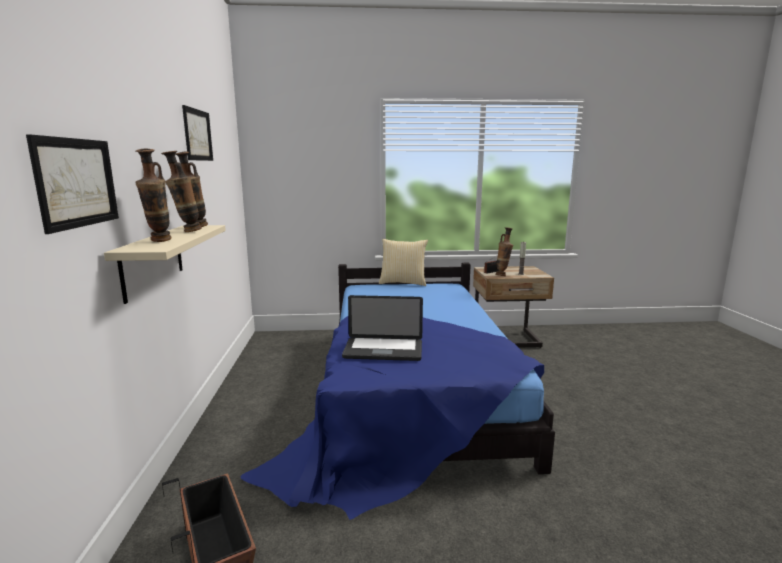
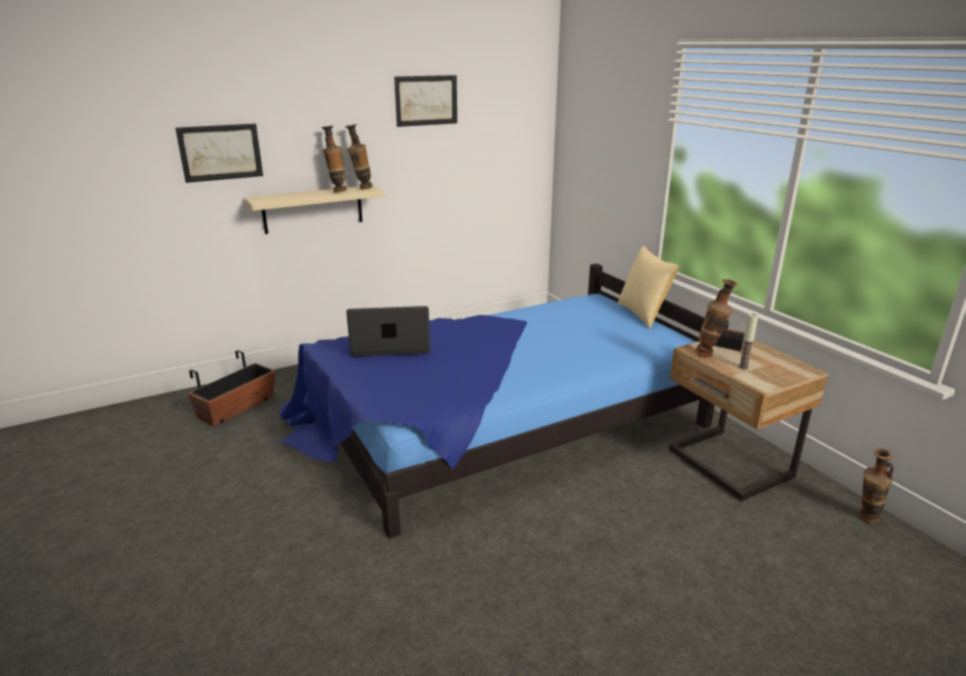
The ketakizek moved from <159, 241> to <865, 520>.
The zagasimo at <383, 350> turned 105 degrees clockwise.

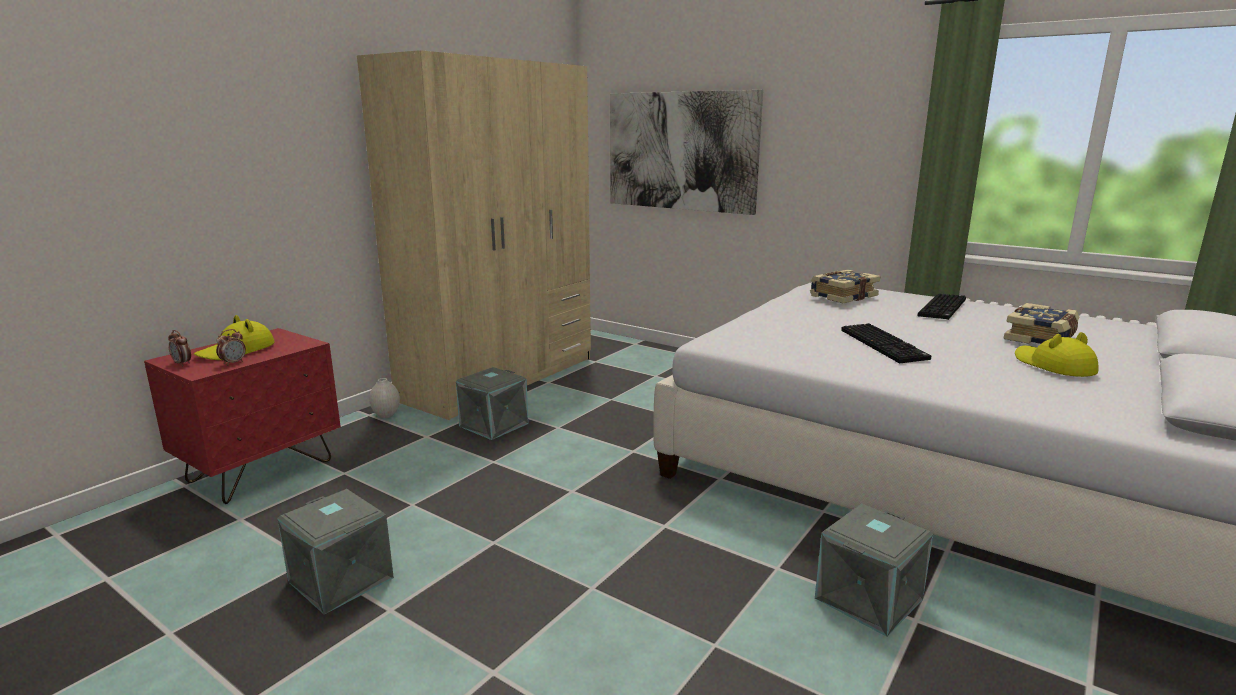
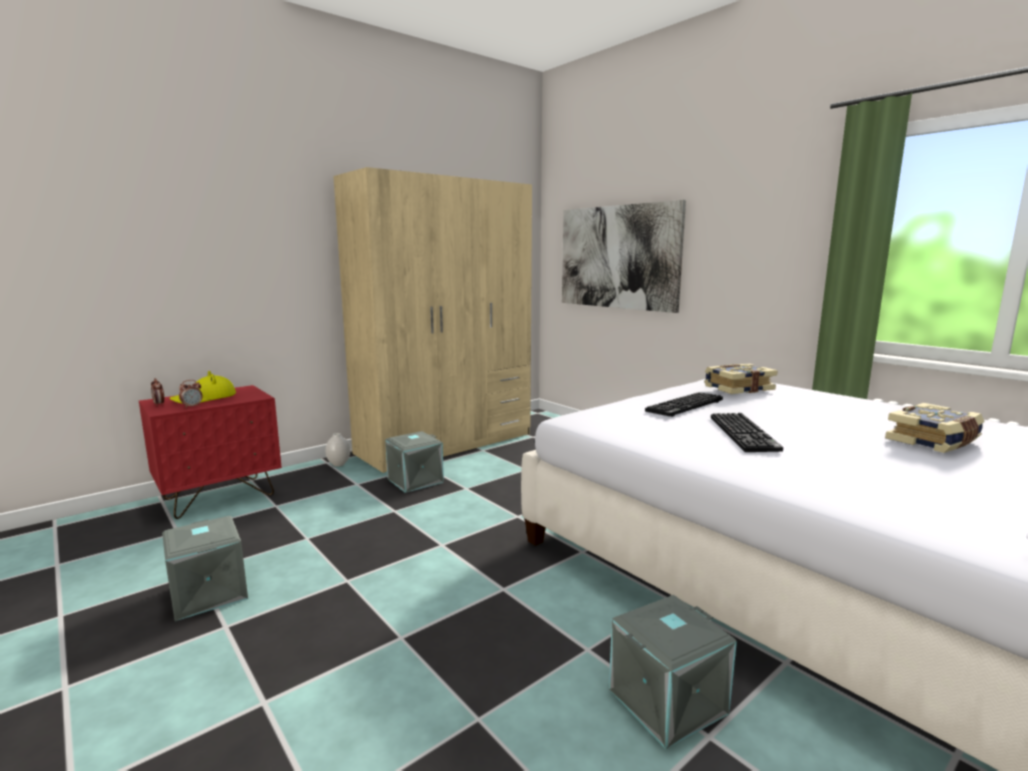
The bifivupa moved from <943, 308> to <685, 406>.
The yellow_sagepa at <1053, 366> disappeared.

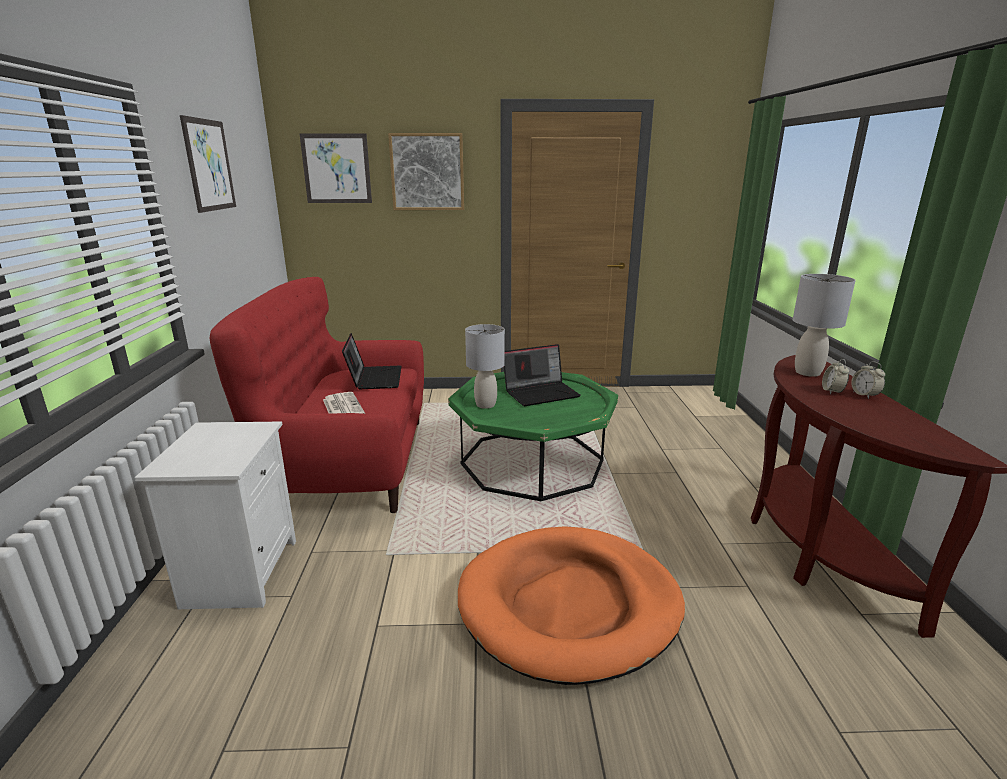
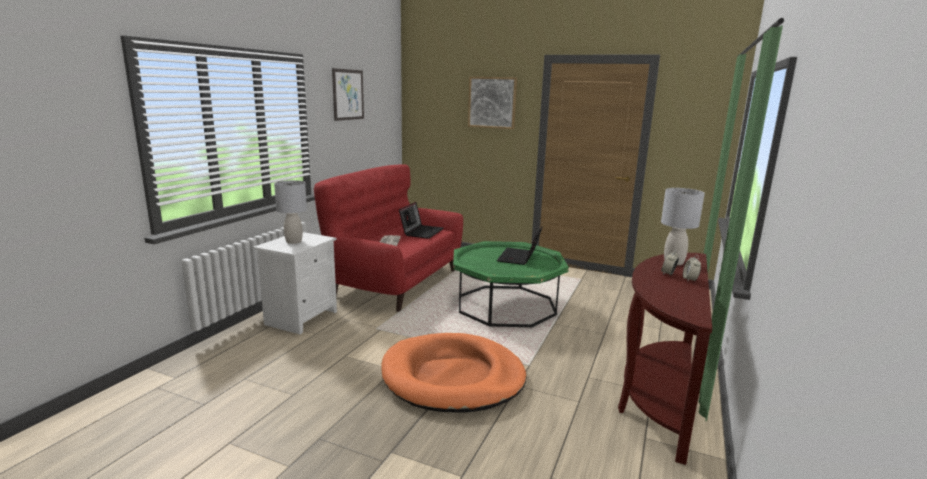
The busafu at <336, 168> disappeared.
The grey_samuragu moved from <485, 405> to <293, 241>.
The zagasimo at <541, 393> turned 105 degrees clockwise.

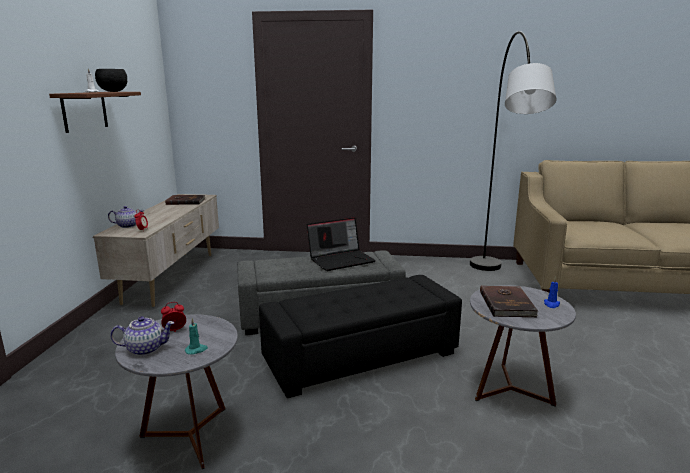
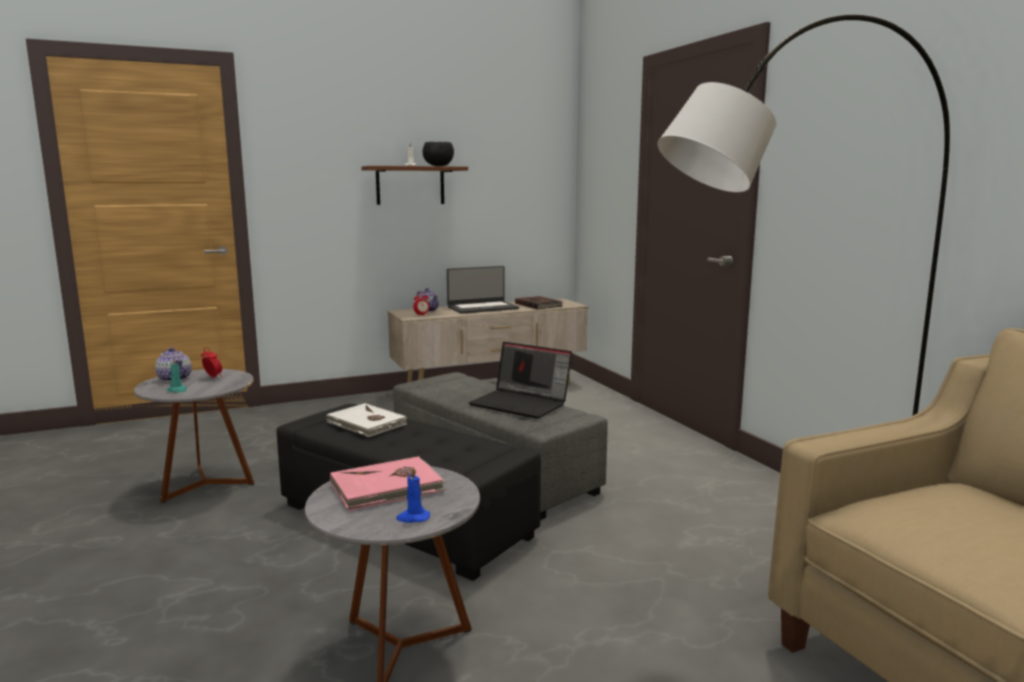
The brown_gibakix at <507, 303> became the pink_gibakix at <388, 488>.
The white_gibakix at <366, 424> appeared.
The zagasimo at <482, 308> appeared.

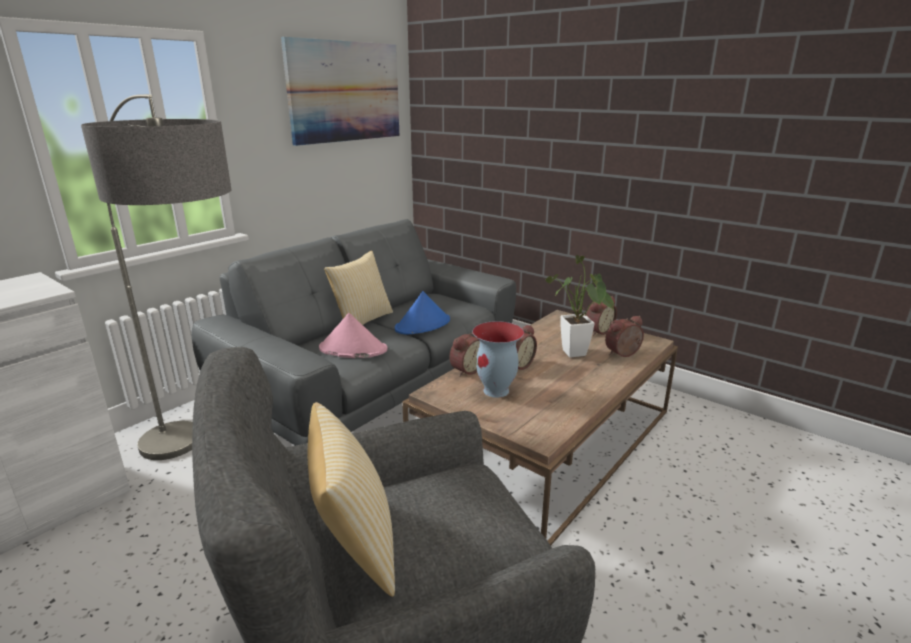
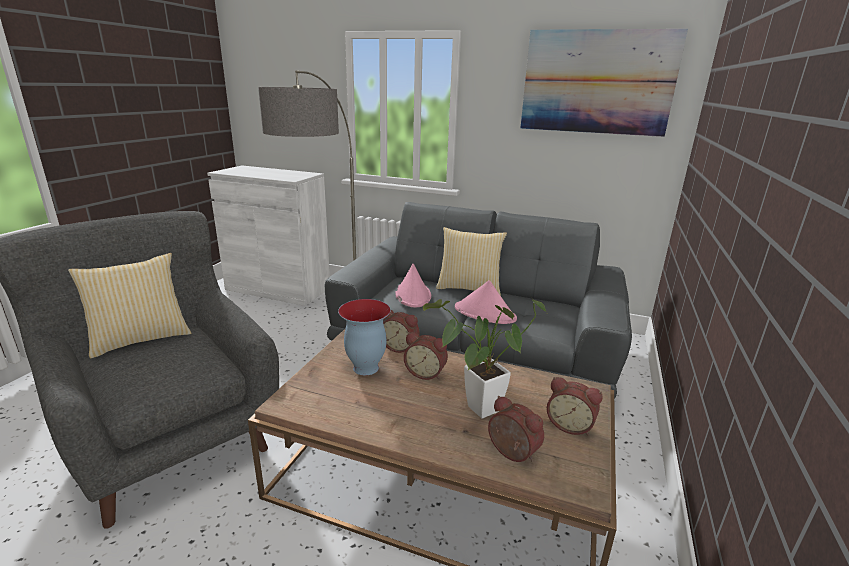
The blue_sagepa at <423, 325> became the pink_sagepa at <485, 313>.

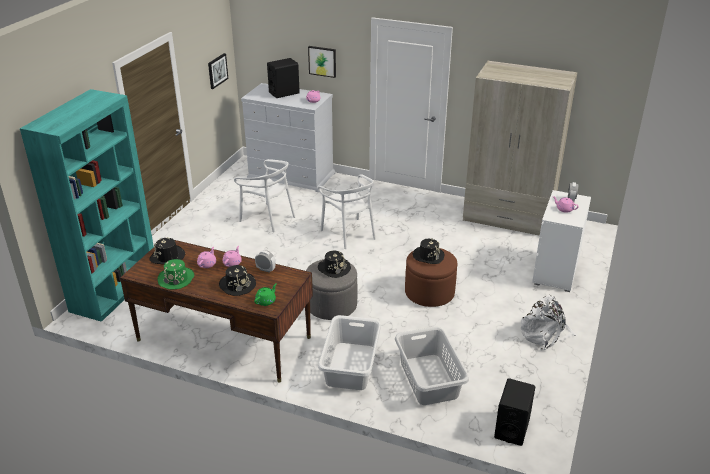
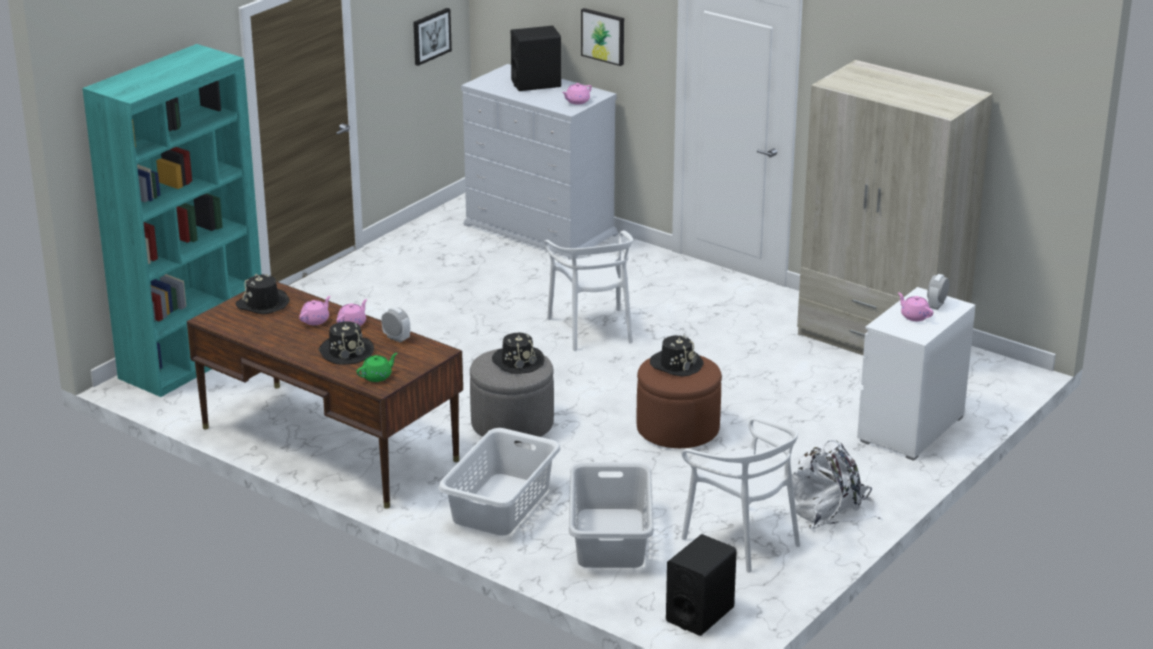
The green_sagepa at <176, 279> disappeared.
The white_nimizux moved from <268, 218> to <742, 540>.

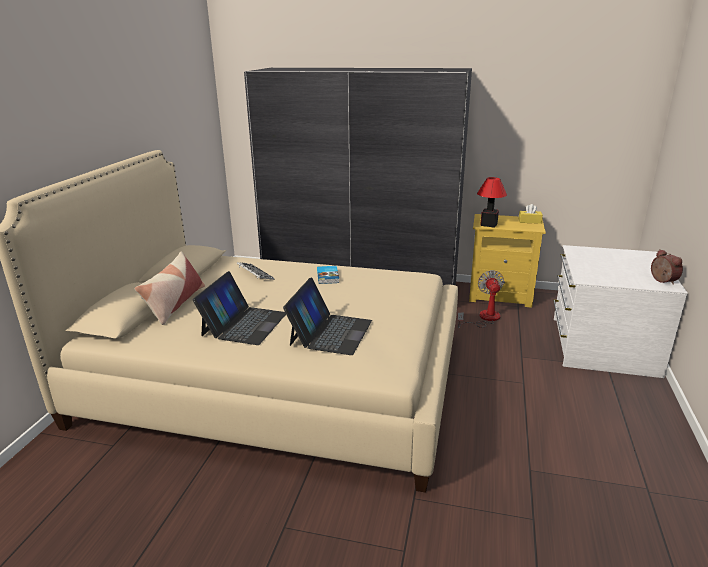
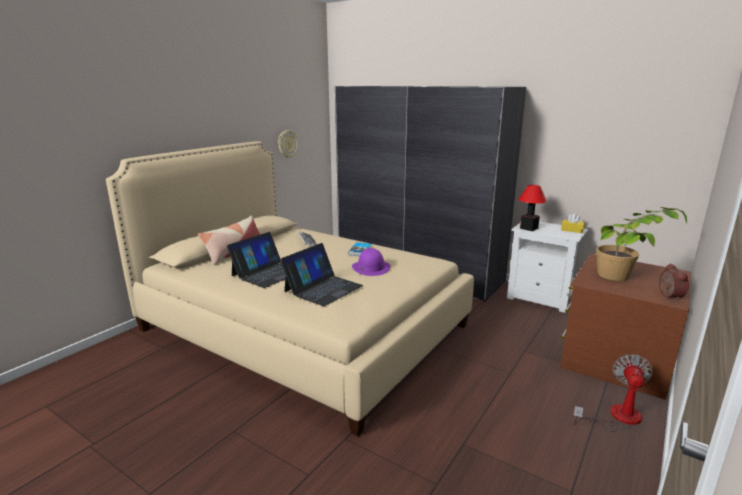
The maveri moved from <484, 318> to <617, 417>.
The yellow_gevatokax at <500, 295> became the white_gevatokax at <541, 298>.
The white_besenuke at <601, 345> became the brown_besenuke at <615, 357>.
The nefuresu at <287, 144> appeared.
The purple_sagepa at <371, 267> appeared.
The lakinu at <629, 276> appeared.

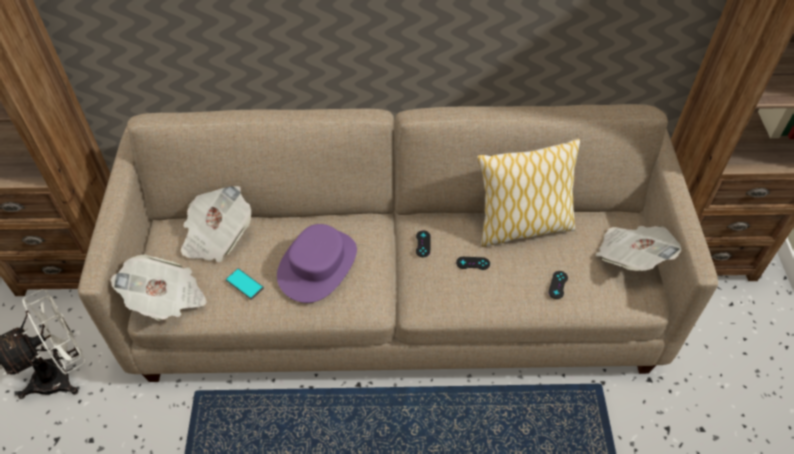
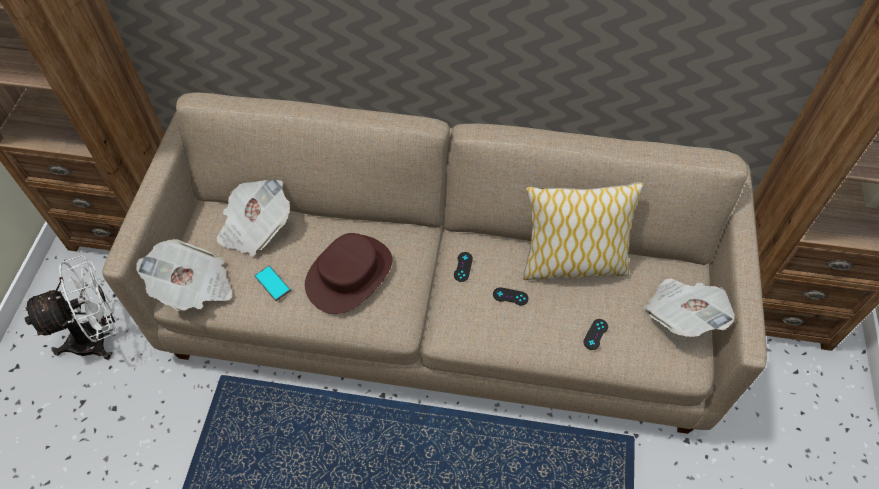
The purple_sagepa at <318, 265> became the brown_sagepa at <349, 275>.

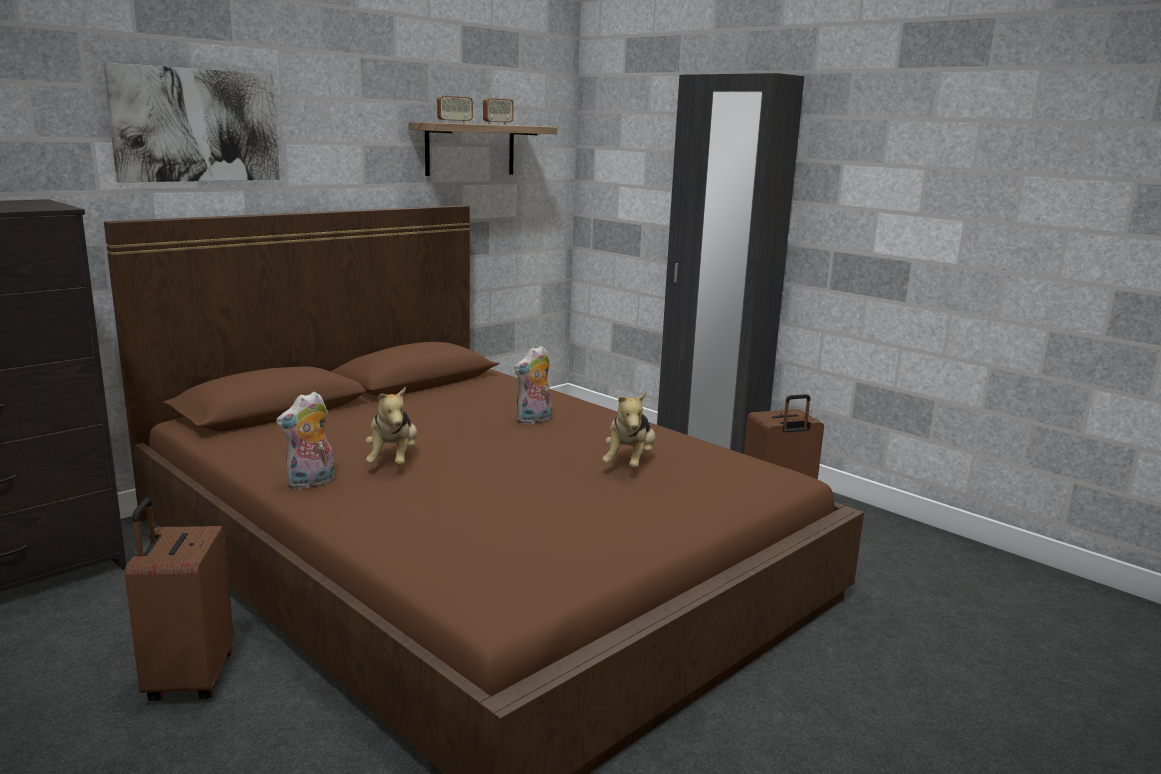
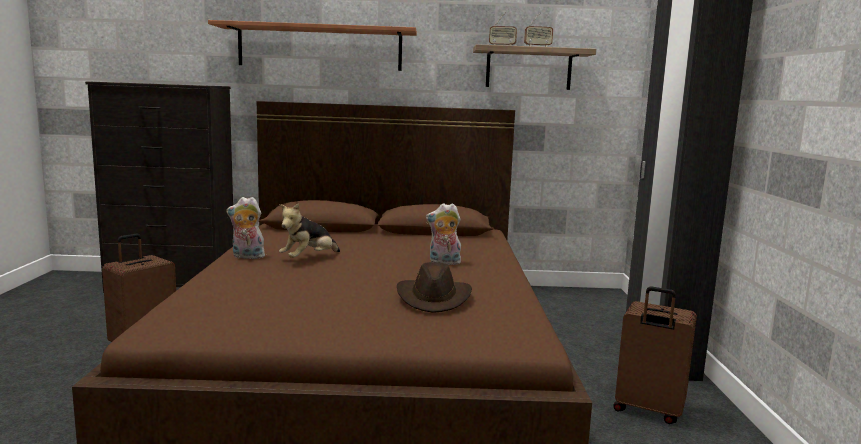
The busafu at <196, 125> was replaced by the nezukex at <320, 48>.
The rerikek at <630, 463> was replaced by the brown_sagepa at <434, 298>.

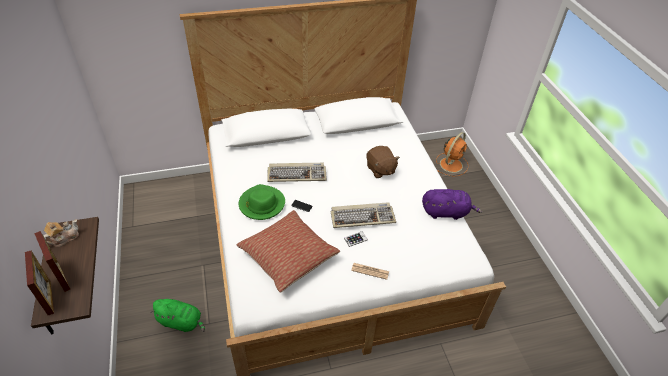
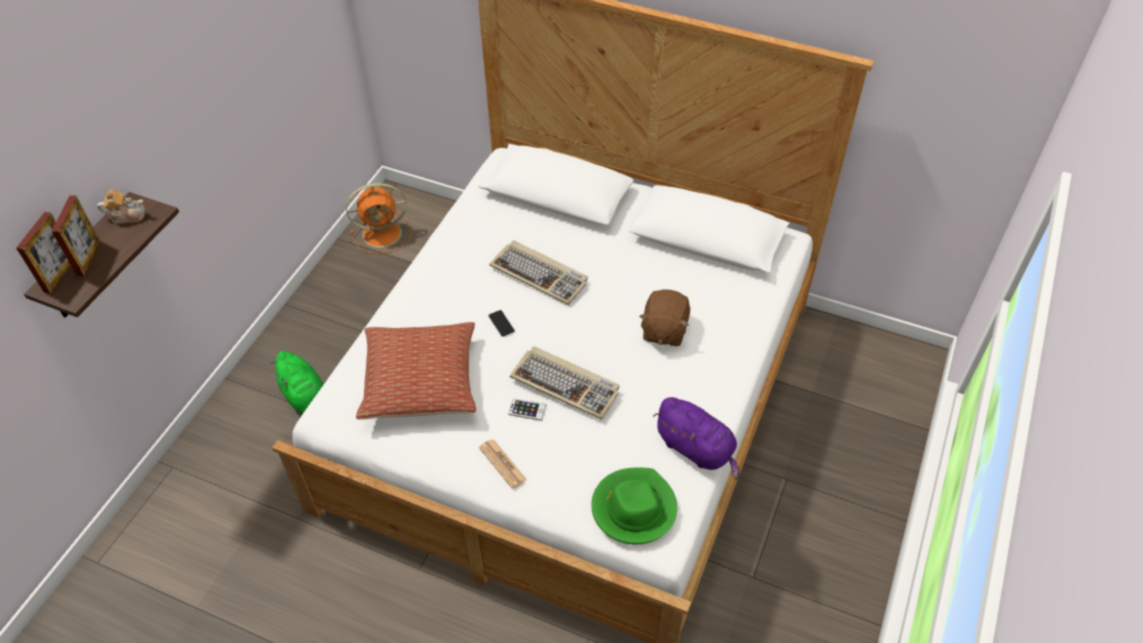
The green_sagepa moved from <261, 204> to <633, 508>.
The orange_maveri moved from <451, 164> to <384, 233>.

